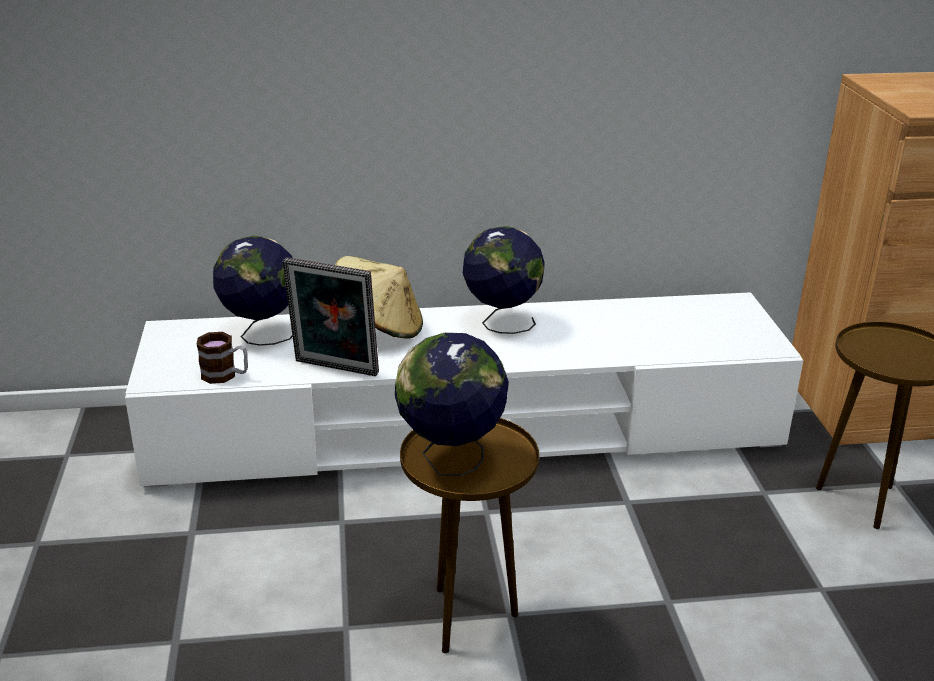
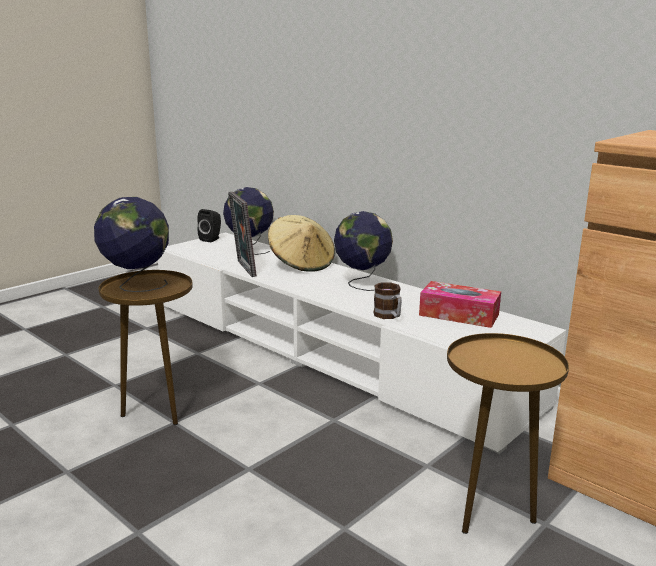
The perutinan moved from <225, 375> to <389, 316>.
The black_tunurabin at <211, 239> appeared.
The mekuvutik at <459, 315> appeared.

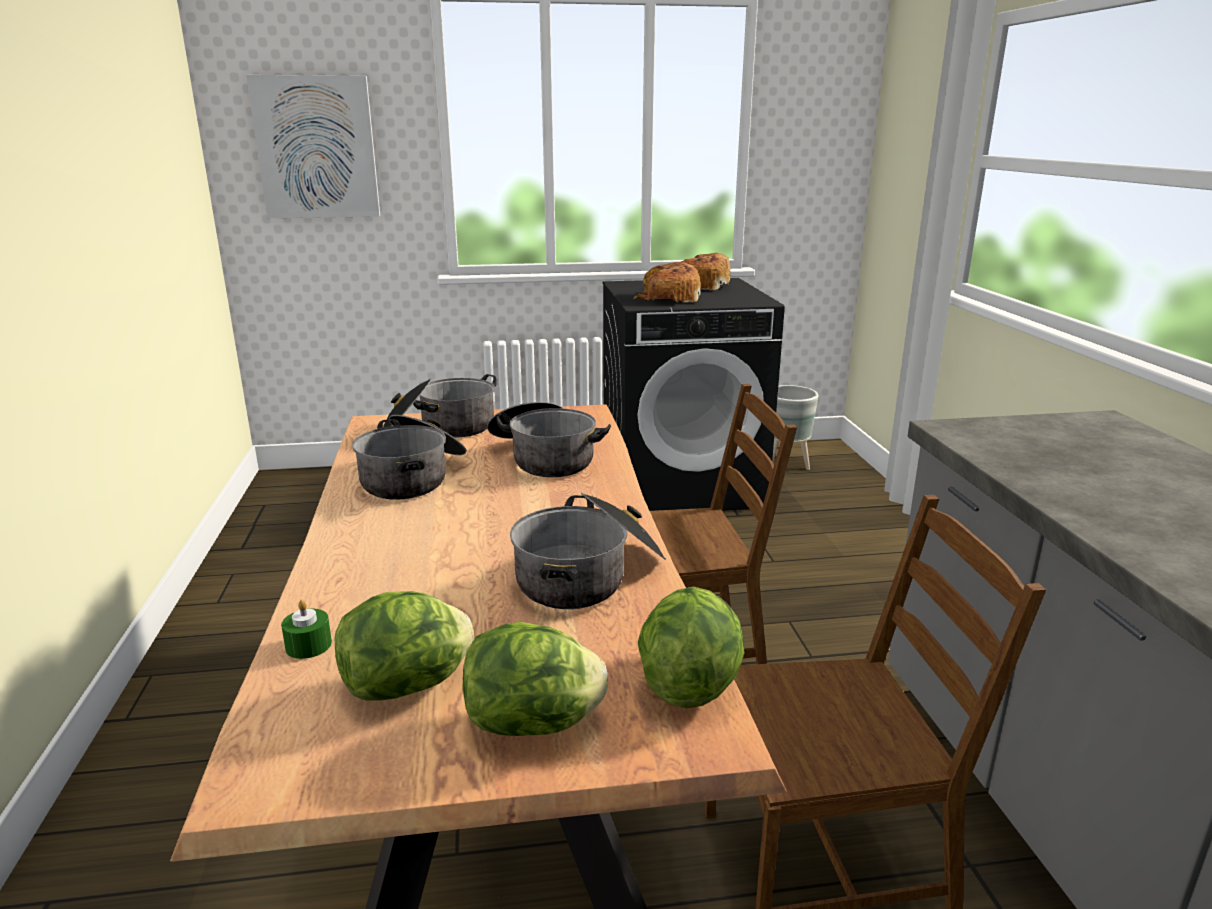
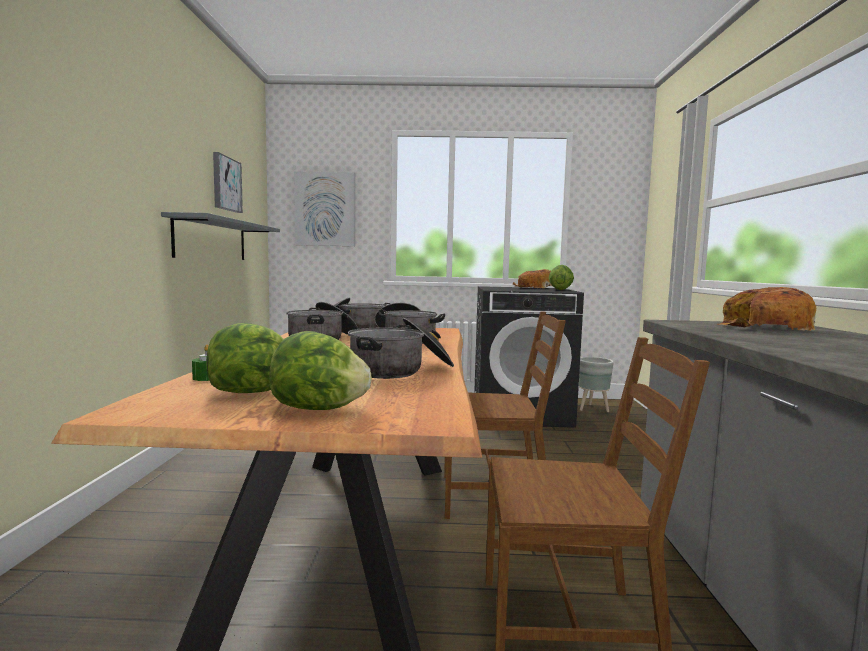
The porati moved from <666, 298> to <762, 327>.
The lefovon moved from <688, 683> to <560, 290>.
The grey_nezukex at <212, 240> appeared.
The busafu at <226, 184> appeared.

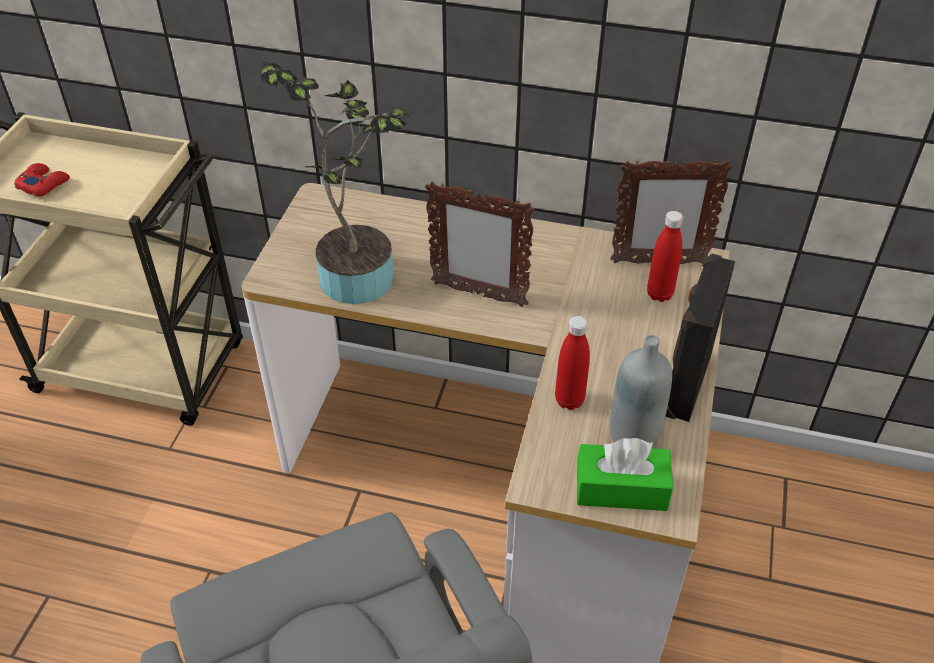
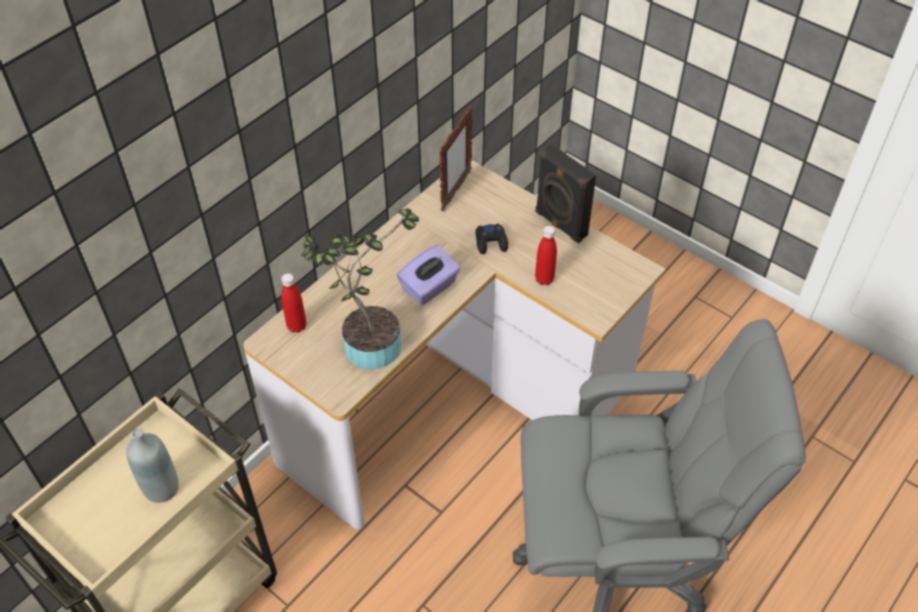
The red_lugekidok at <43, 184> disappeared.
The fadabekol at <478, 294> was replaced by the purple_mekuvutik at <429, 287>.
The green_mekuvutik at <621, 488> disappeared.
The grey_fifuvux moved from <633, 436> to <161, 488>.
The red_fifuvux moved from <659, 294> to <297, 326>.
The black_lugekidok at <491, 242> appeared.

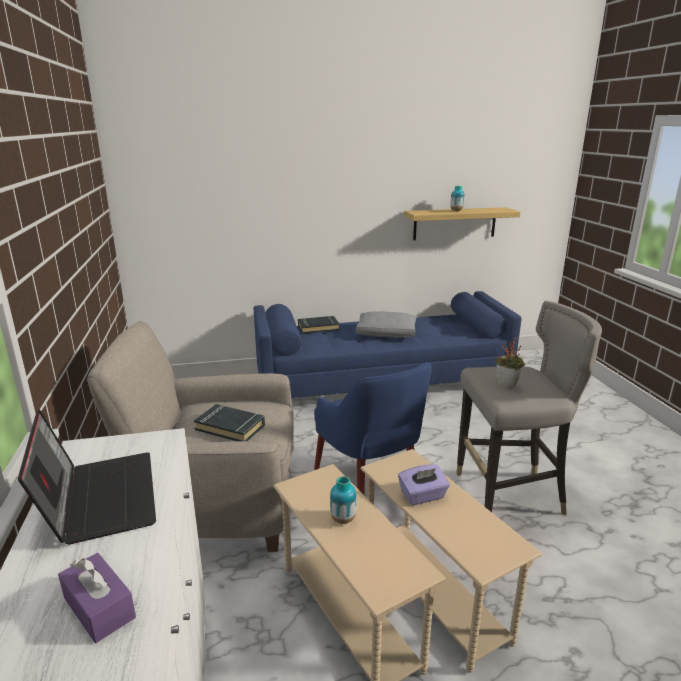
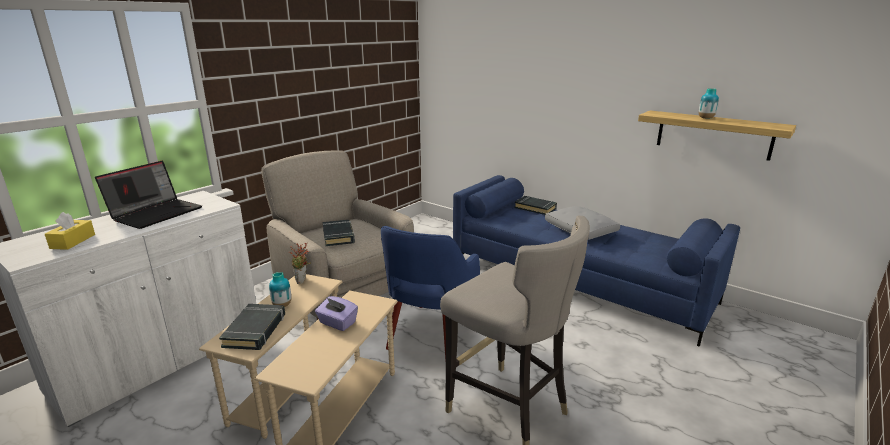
The purple_mekuvutik at <99, 607> became the yellow_mekuvutik at <73, 241>.
The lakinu moved from <507, 385> to <302, 281>.
The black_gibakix at <255, 330> appeared.

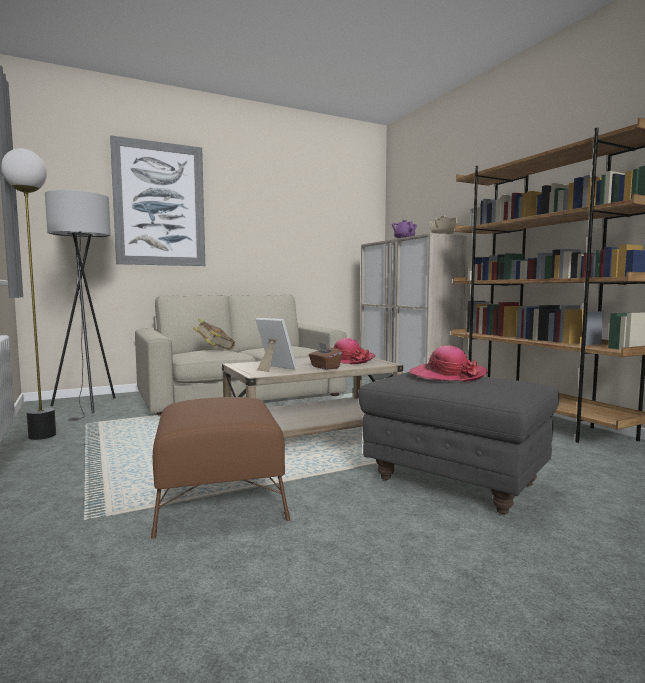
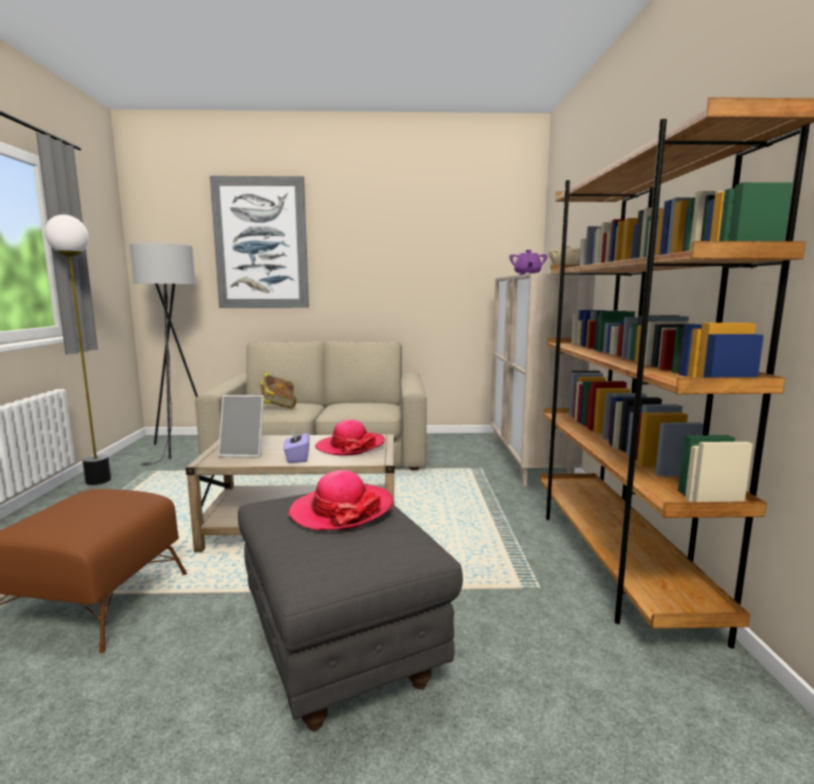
The fadabekol at <274, 369> turned 120 degrees clockwise.
The brown_mekuvutik at <324, 367> became the purple_mekuvutik at <297, 458>.

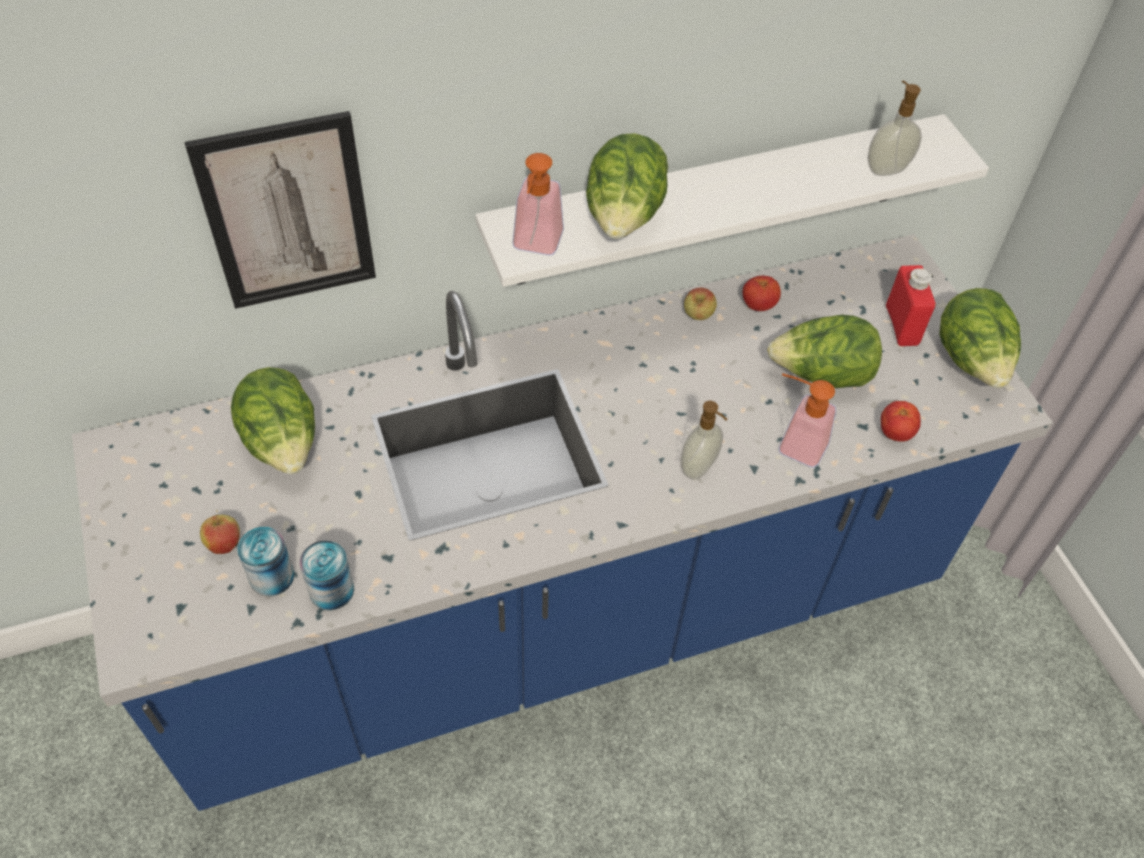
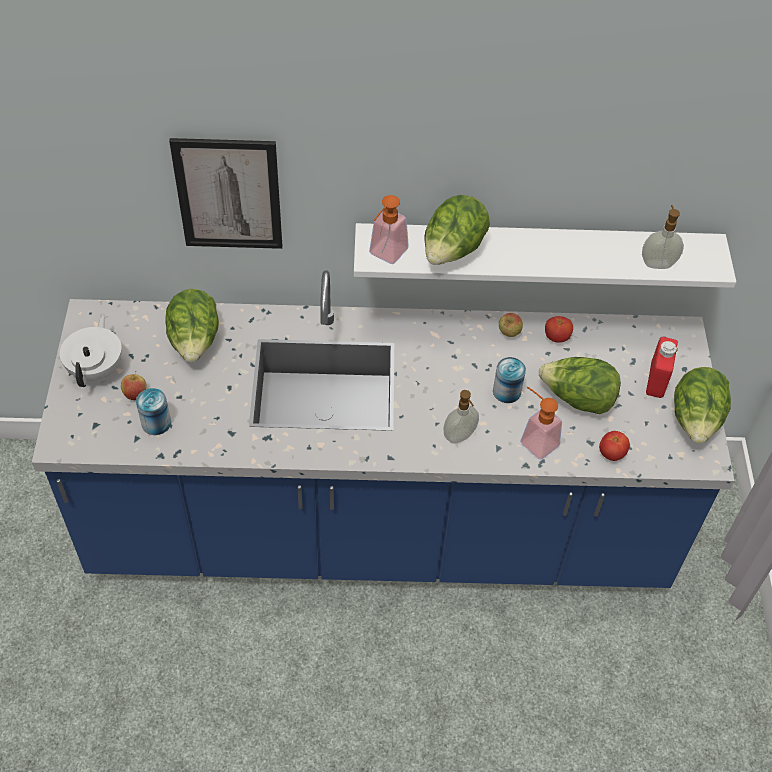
The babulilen moved from <331, 590> to <506, 391>.
The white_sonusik at <97, 369> appeared.

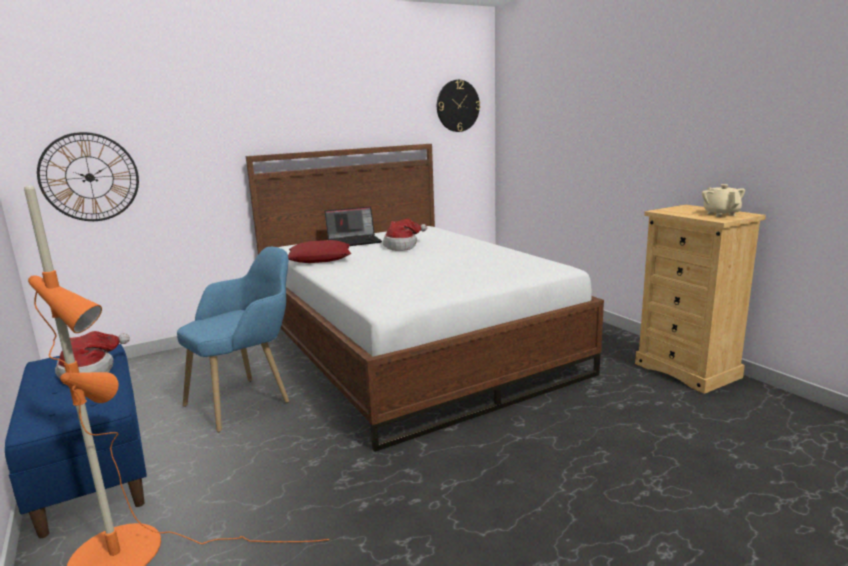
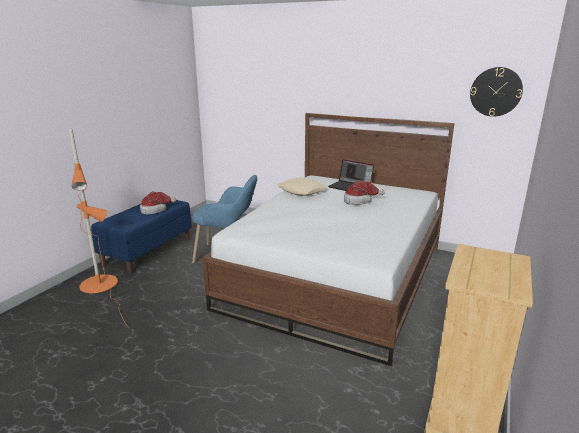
The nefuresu at <89, 177> disappeared.
The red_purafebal at <319, 258> became the beige_purafebal at <301, 191>.
The beige_sonusik at <721, 214> disappeared.

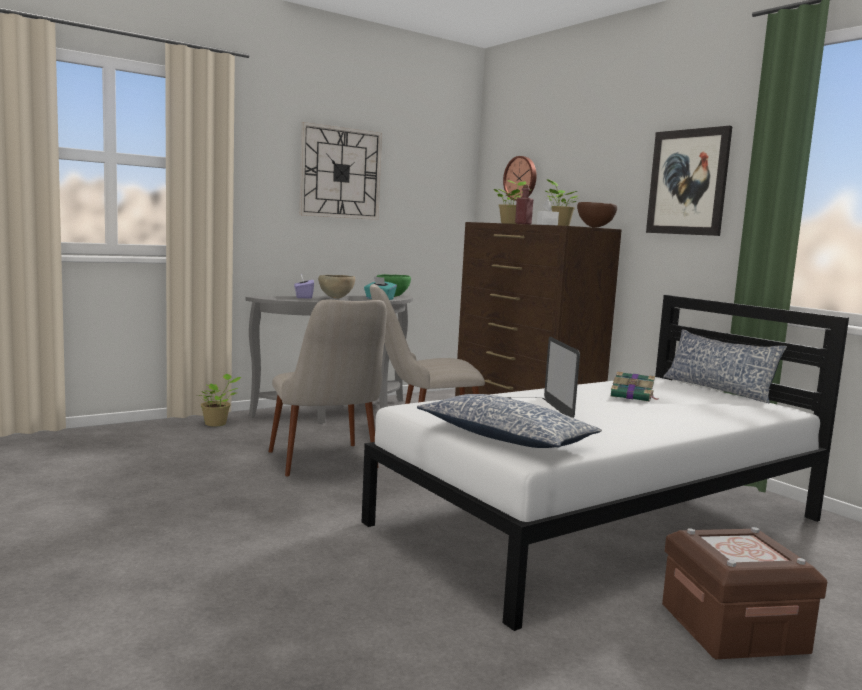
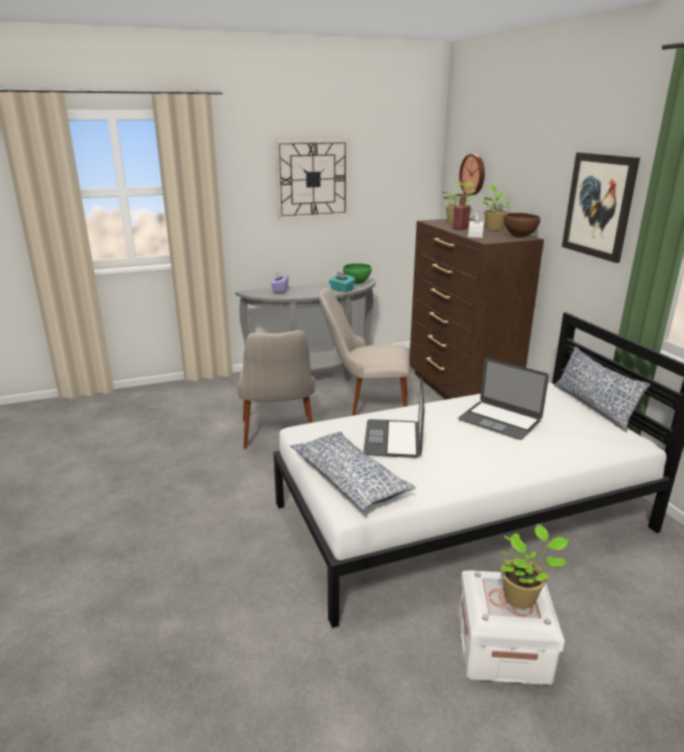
The lakinu moved from <217, 423> to <522, 597>.
The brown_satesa at <336, 298> disappeared.
The gibakix at <633, 396> was replaced by the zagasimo at <499, 420>.
The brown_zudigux at <733, 628> became the white_zudigux at <503, 648>.

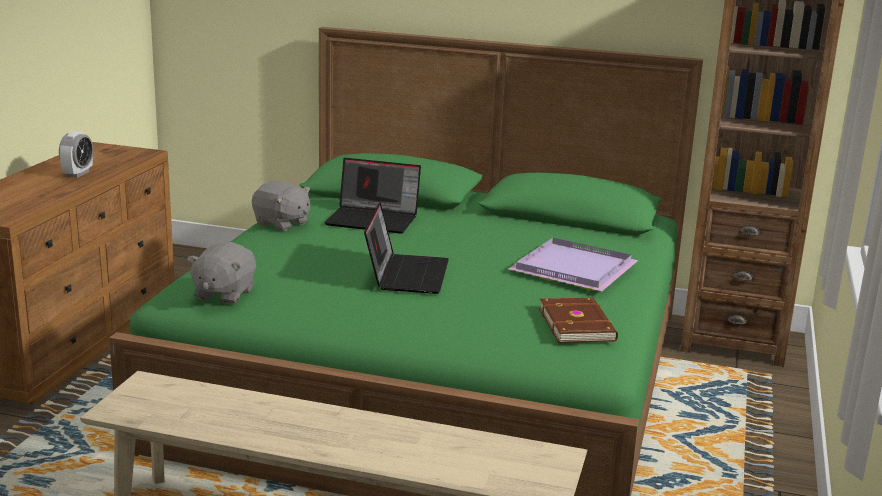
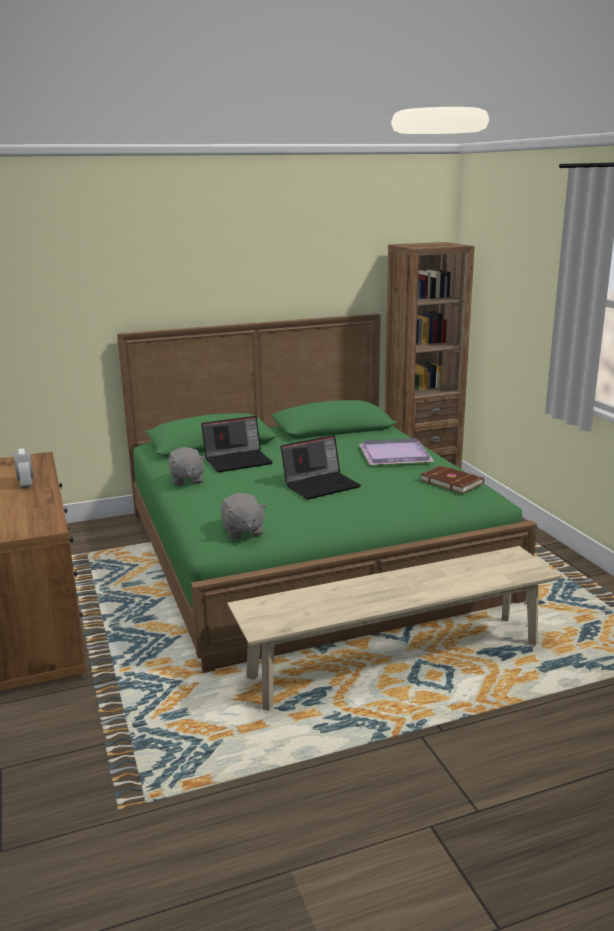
The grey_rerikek at <281, 223> turned 75 degrees clockwise.
The zagasimo at <406, 274> turned 90 degrees clockwise.

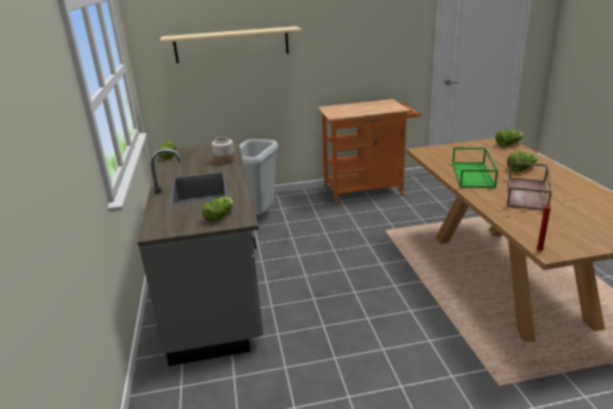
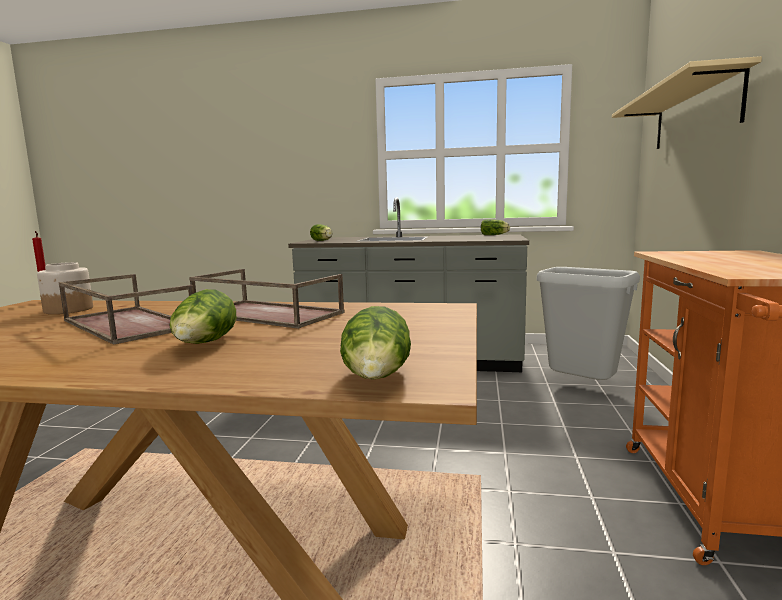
The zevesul moved from <224, 160> to <68, 310>.
The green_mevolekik at <473, 175> became the brown_mevolekik at <265, 314>.

